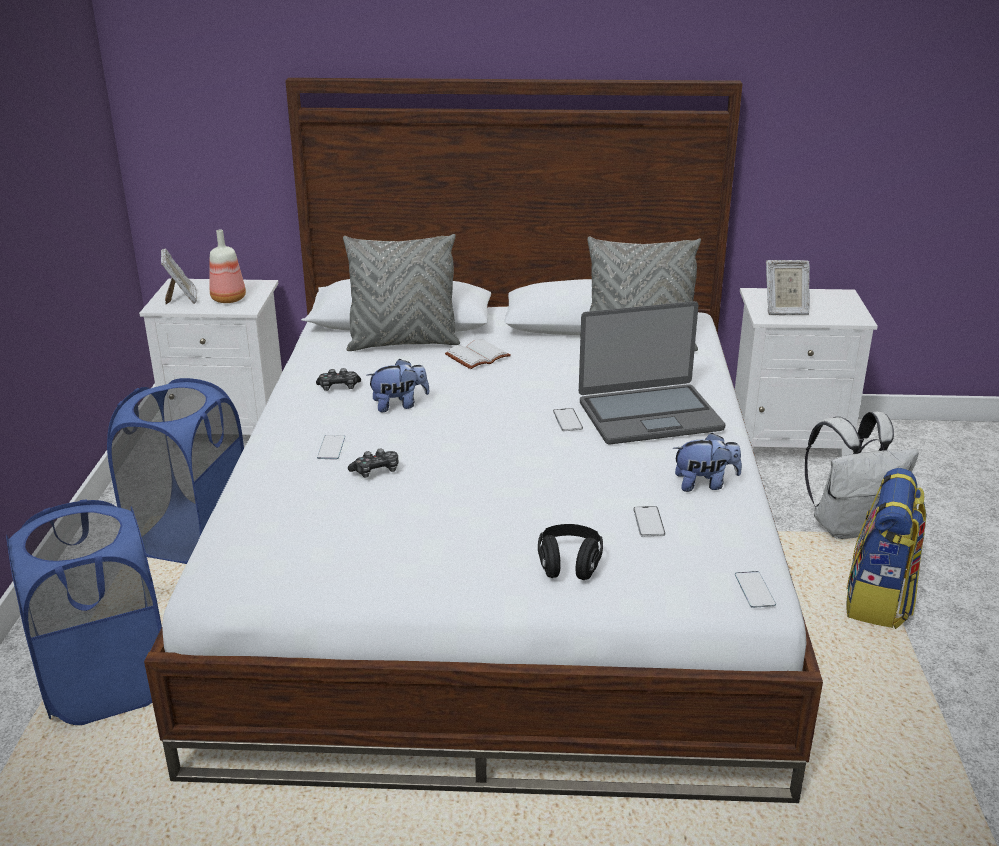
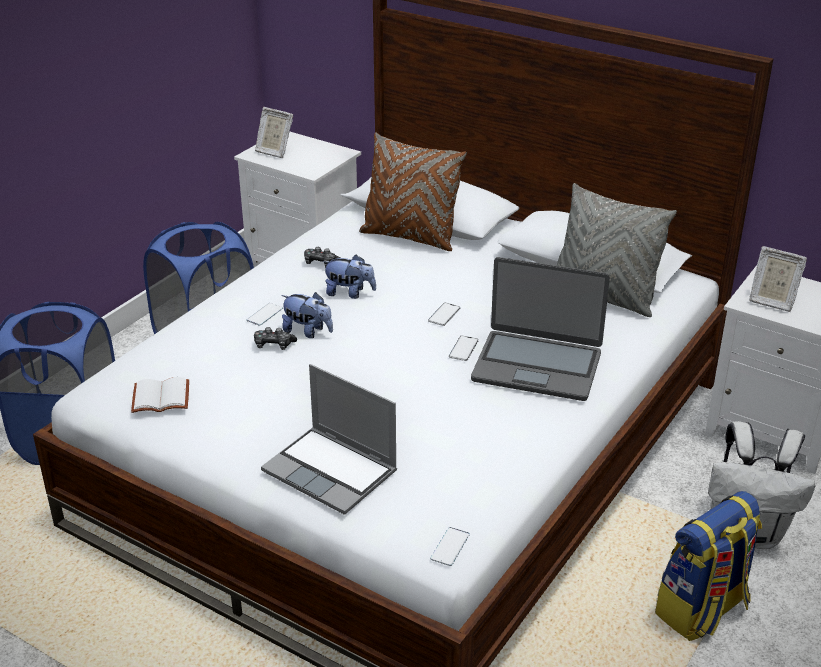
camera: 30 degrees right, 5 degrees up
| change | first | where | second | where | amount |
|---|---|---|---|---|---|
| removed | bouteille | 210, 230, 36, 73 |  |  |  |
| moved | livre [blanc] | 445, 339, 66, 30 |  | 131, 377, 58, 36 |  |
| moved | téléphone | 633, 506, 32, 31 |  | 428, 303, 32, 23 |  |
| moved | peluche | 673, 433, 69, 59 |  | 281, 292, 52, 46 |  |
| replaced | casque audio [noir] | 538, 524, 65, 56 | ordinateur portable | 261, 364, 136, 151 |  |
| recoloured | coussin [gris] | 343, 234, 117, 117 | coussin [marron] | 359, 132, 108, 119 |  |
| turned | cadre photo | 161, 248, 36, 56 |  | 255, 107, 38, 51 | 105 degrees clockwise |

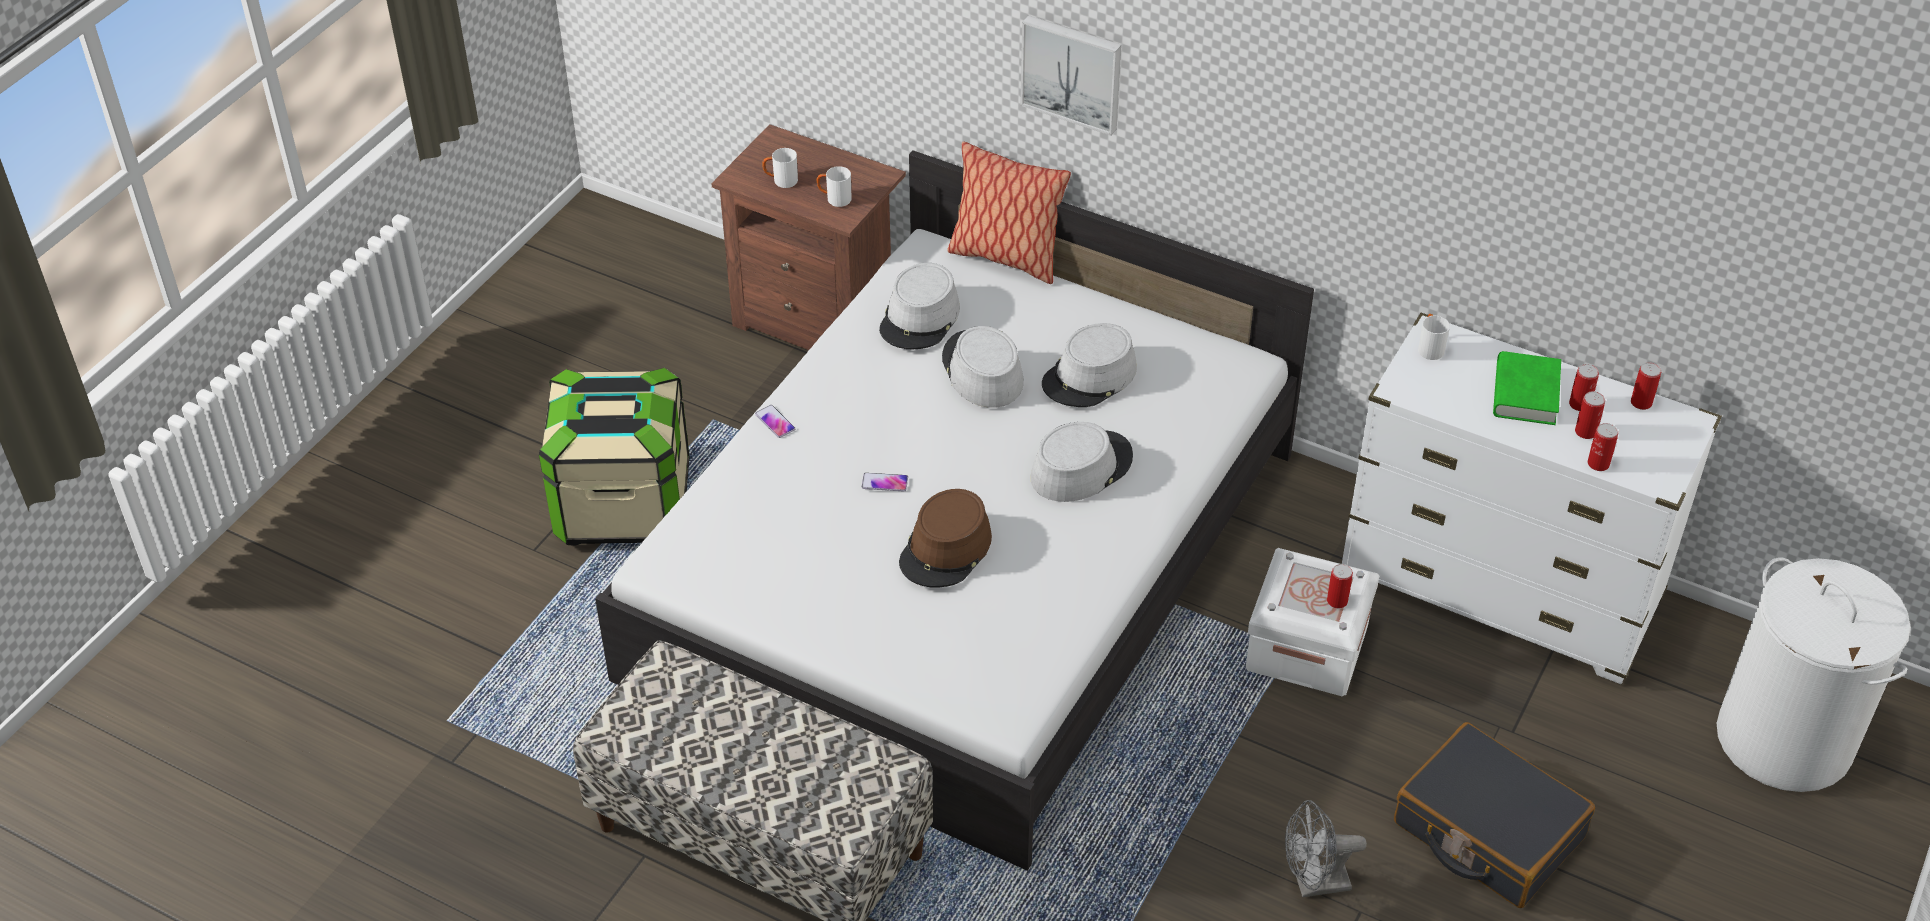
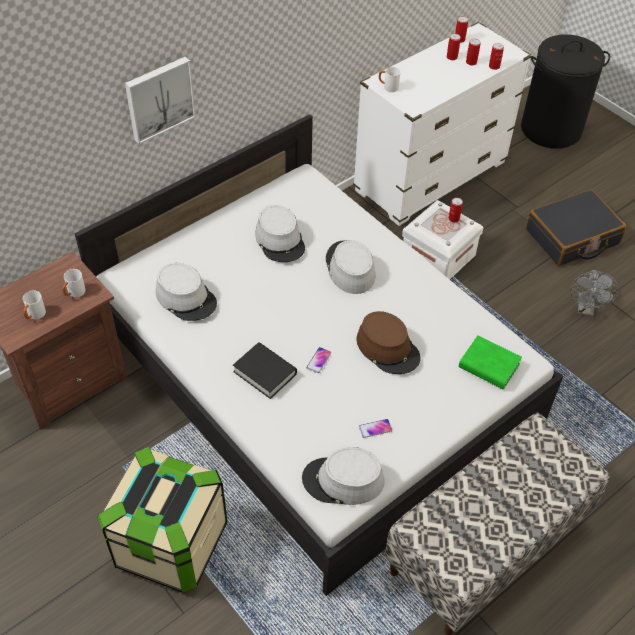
camera: 70 degrees left, 5 degrees up
| change | first | where | second | where | amount |
|---|---|---|---|---|---|
| removed | coussin | 947, 142, 124, 142 |  |  |  |
| added |  |  | livre [noir] | 233, 342, 64, 57 |  |
| moved | téléphone | 755, 405, 40, 33 |  | 359, 419, 33, 19 |  |
| moved | chapeau [gris] | 942, 326, 82, 82 |  | 302, 447, 83, 58 |  |
| moved | livre [vert] | 1493, 351, 68, 74 |  | 459, 335, 63, 54 |  |
| recoloured | panier à linge [blanc] | 1717, 557, 194, 235 | panier à linge [noir] | 521, 35, 89, 114 |  |

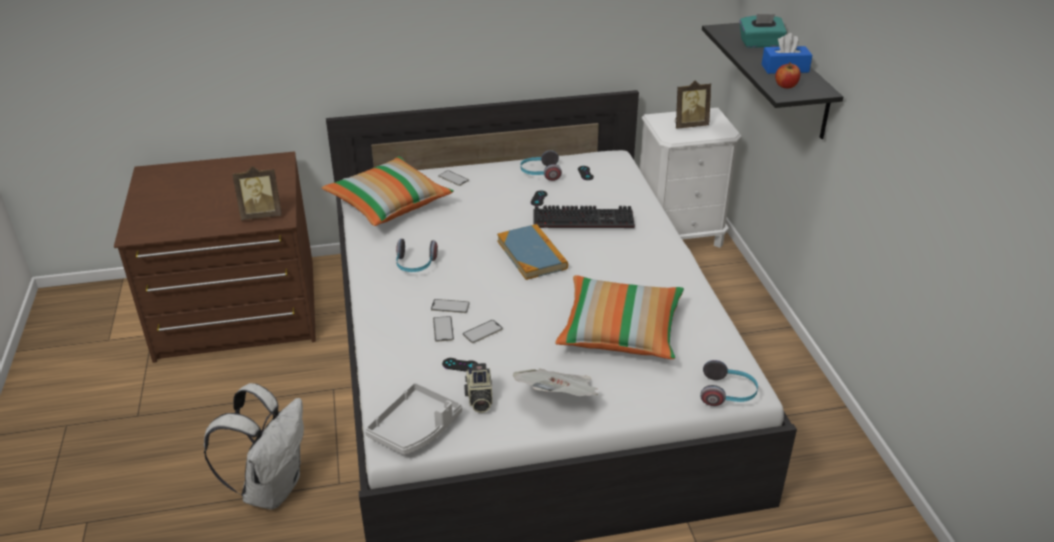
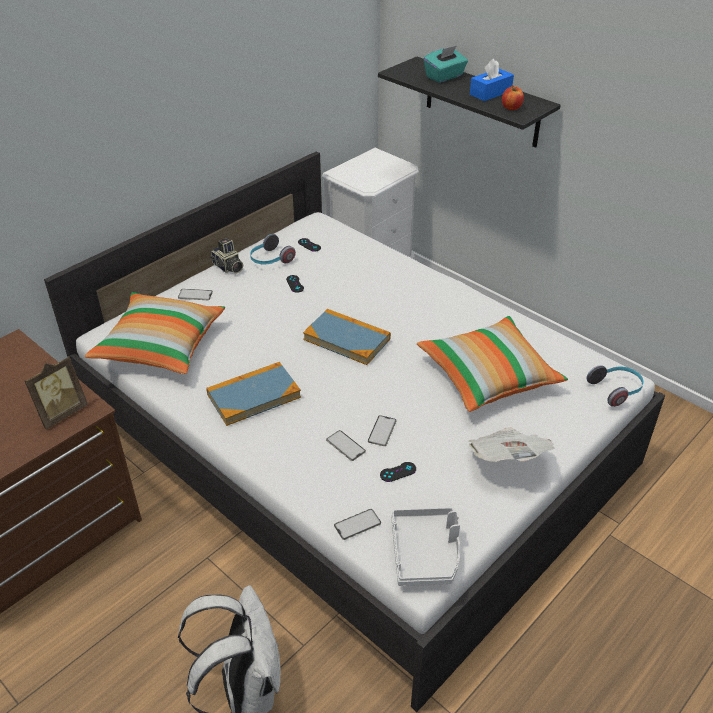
camera: 35 degrees left, 5 degrees up
| change | first | where | second | where | amount |
|---|---|---|---|---|---|
| removed | clavier | 533, 206, 102, 22 |  |  |  |
| removed | cadre photo | 675, 81, 36, 48 |  |  |  |
| moved | téléphone | 431, 299, 39, 14 |  | 334, 509, 47, 31 |  |
| moved | appareil photo | 464, 363, 28, 50 |  | 210, 238, 33, 35 |  |
| replaced | casque audio | 396, 239, 42, 33 | livre | 206, 362, 95, 64 |  |

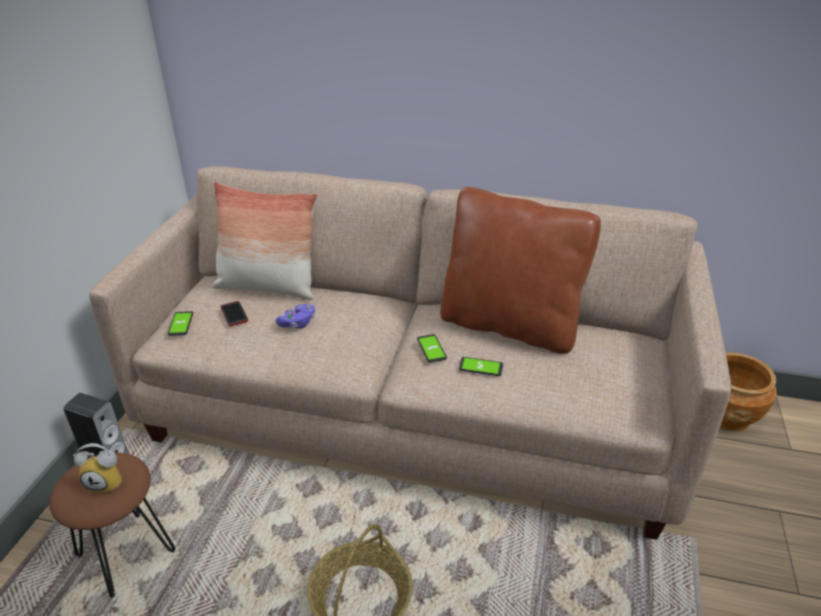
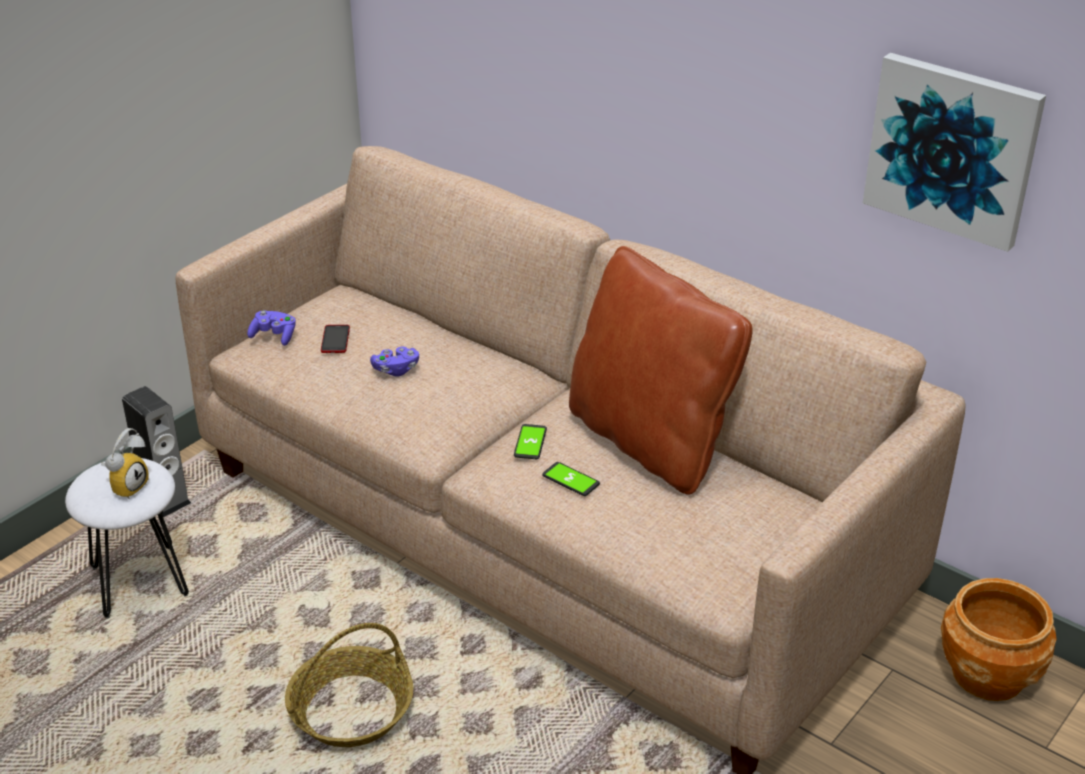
camera: 25 degrees right, 0 degrees up
| change | first | where | second | where | amount |
|---|---|---|---|---|---|
| removed | coussin | 213, 182, 104, 118 |  |  |  |
| added |  |  | tableau | 863, 53, 183, 199 |  |
| replaced | téléphone | 168, 311, 25, 25 | manette [violet] | 247, 311, 49, 35 |  |
| recoloured | tabouret [marron] | 50, 452, 126, 146 | tabouret [blanc] | 65, 458, 124, 161 |  |
| turned | réveil | 73, 443, 50, 50 |  | 101, 428, 48, 72 | 90 degrees counterclockwise |

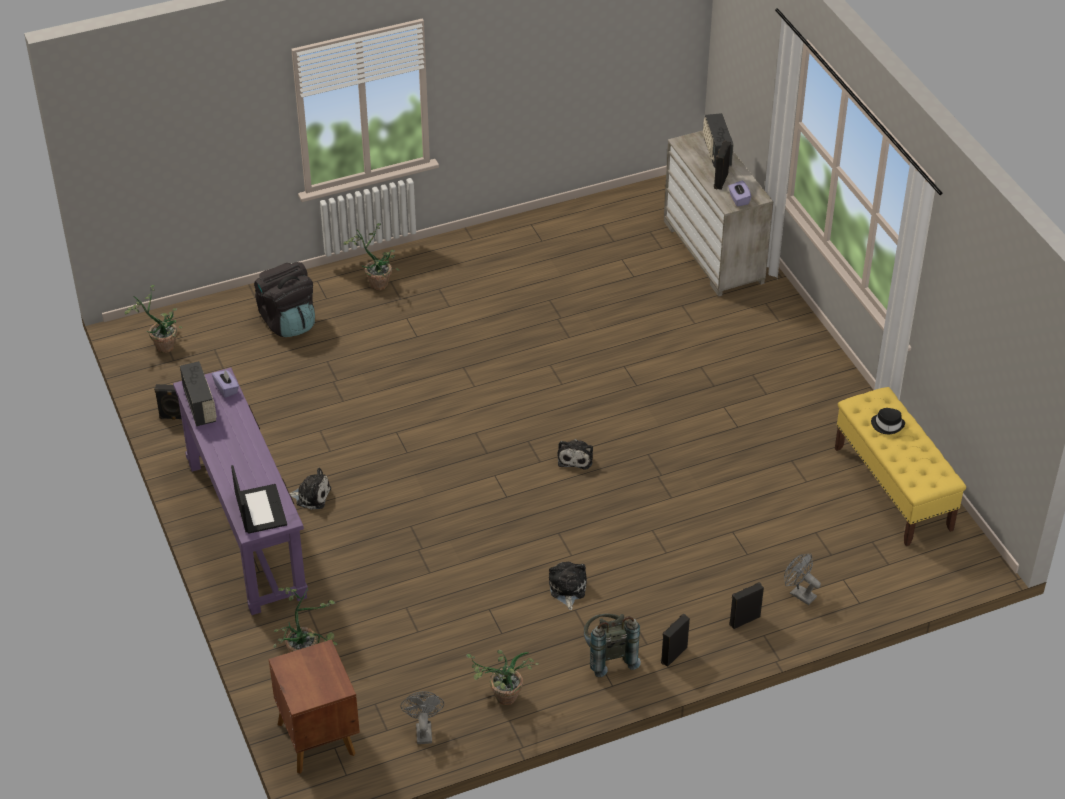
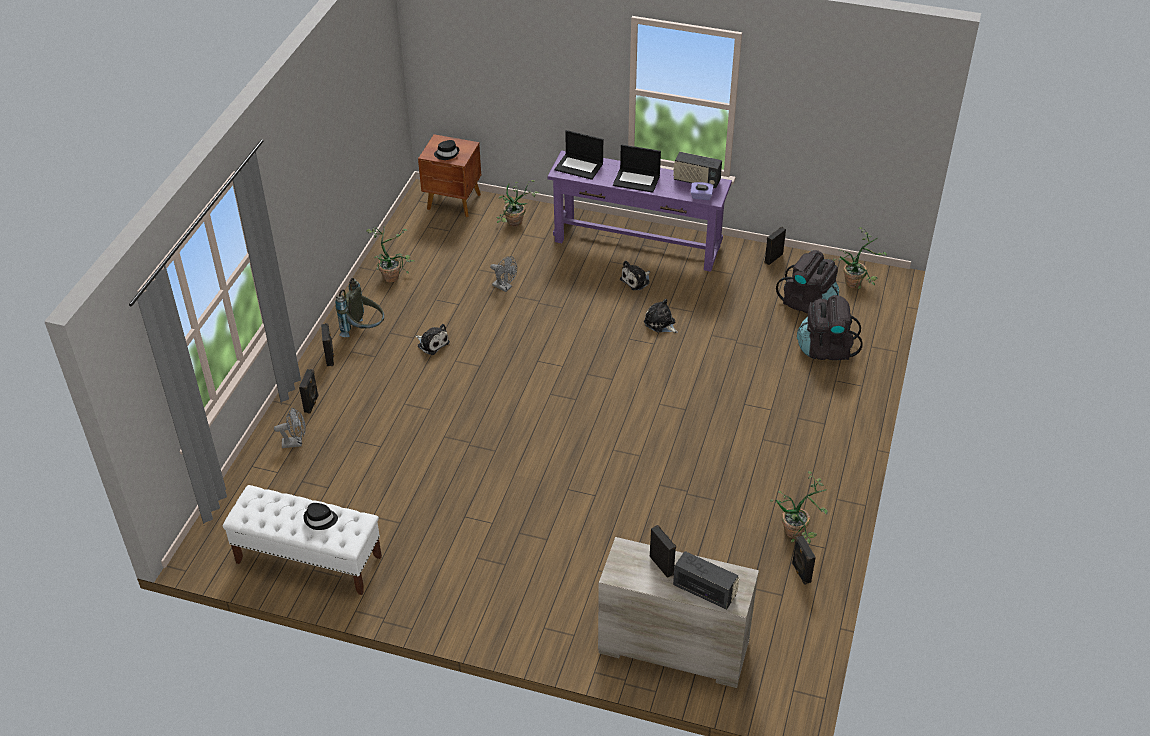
camera: 130 degrees right, 0 degrees up
| change | first | where | second | where | amount |
|---|---|---|---|---|---|
| removed | boîte à mouchoirs [violet] | 728, 180, 23, 26 |  |  |  |
| added |  |  | chapeau [noir] | 434, 140, 25, 20 |  |
| added |  |  | ordinateur portable | 613, 144, 48, 49 |  |
| added |  |  | sac à dos [noir] | 776, 250, 63, 64 |  |
| added |  |  | enceinte [noir] | 792, 536, 24, 49 |  |
| moved | plante en pot | 343, 223, 57, 67 |  | 770, 471, 58, 73 |  |
| moved | ventilateur [gris] | 400, 691, 44, 53 |  | 490, 256, 27, 36 |  |
| moved | peluche | 557, 439, 36, 31 |  | 644, 299, 34, 34 |  |
| recoloured | banc [jaune] | 835, 387, 131, 159 | banc [blanc] | 223, 485, 159, 110 |  |

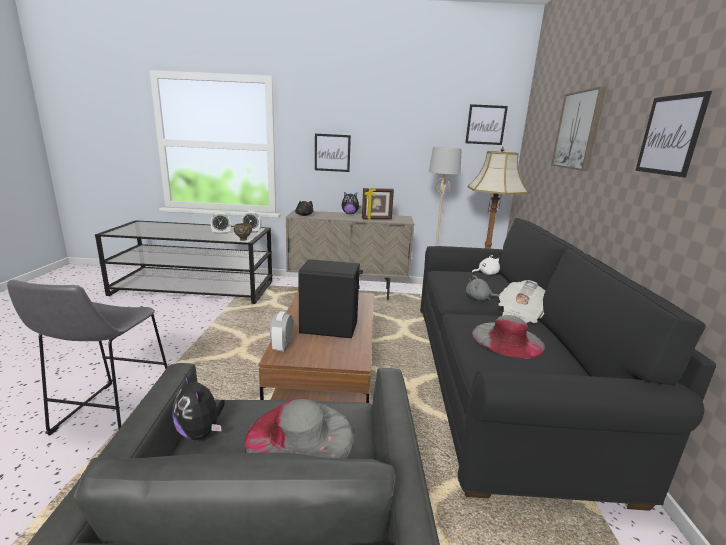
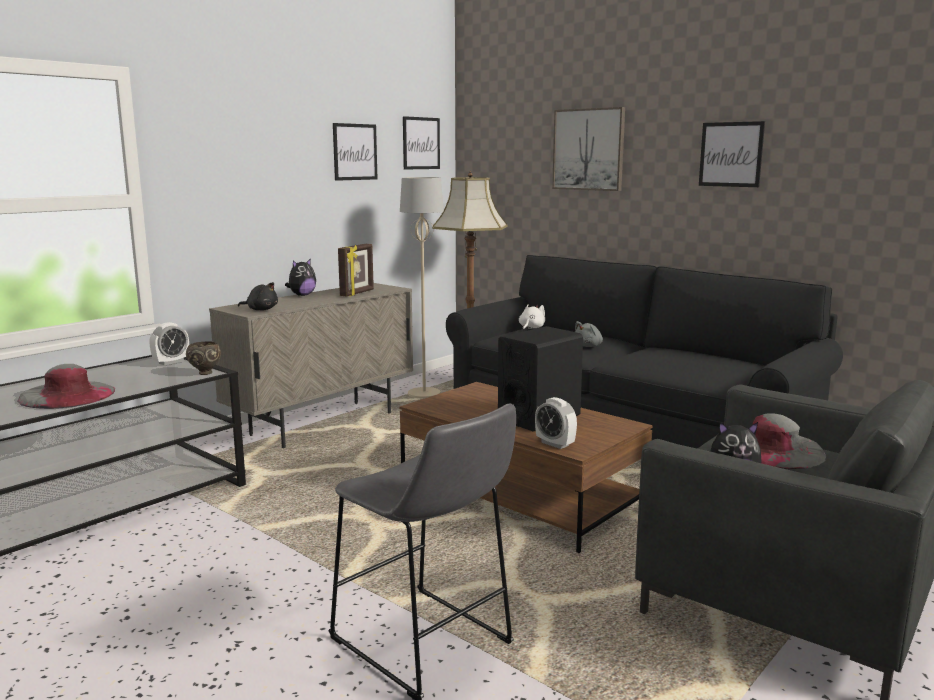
camera: 50 degrees left, 5 degrees down
| change | first | where | second | where | amount |
|---|---|---|---|---|---|
| removed | réveil | 210, 212, 21, 22 |  |  |  |
| removed | journal | 498, 280, 48, 43 |  |  |  |
| moved | tableau | 315, 134, 36, 38 |  | 333, 123, 44, 58 |  |
| moved | chapeau [gris] | 472, 315, 73, 44 |  | 17, 364, 98, 45 |  |

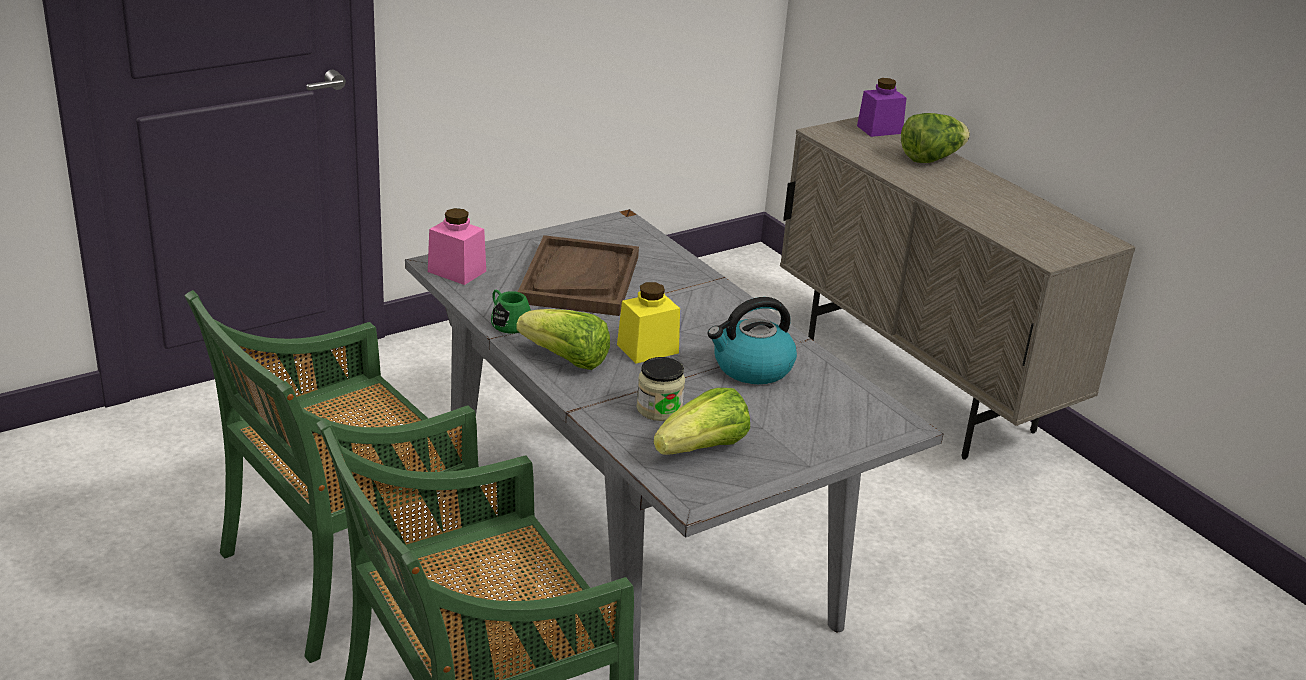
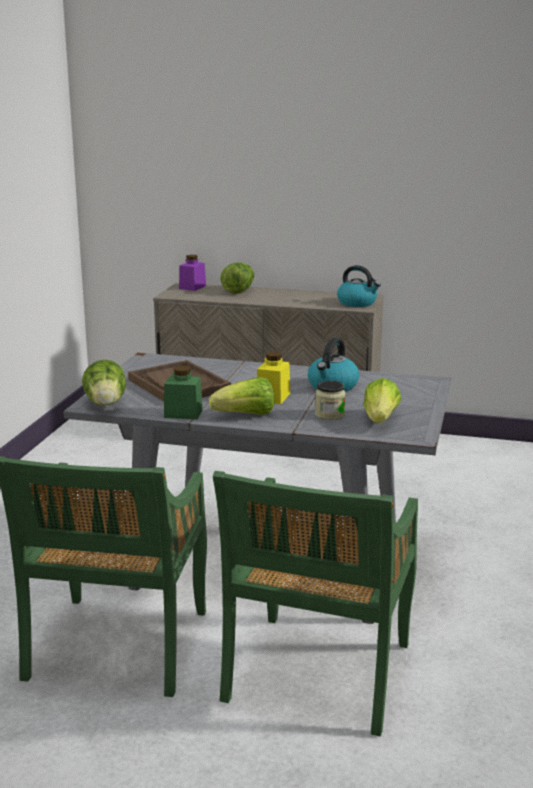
camera: 40 degrees left, 10 degrees down
| change | first | where | second | where | amount |
|---|---|---|---|---|---|
| added |  |  | bouilloire | 337, 265, 44, 42 |  |
| replaced | bocal [rose] | 428, 208, 58, 77 | laitue | 82, 359, 44, 47 |  |
| replaced | mug [vert] | 491, 290, 40, 44 | bocal [vert] | 164, 366, 39, 53 |  |

